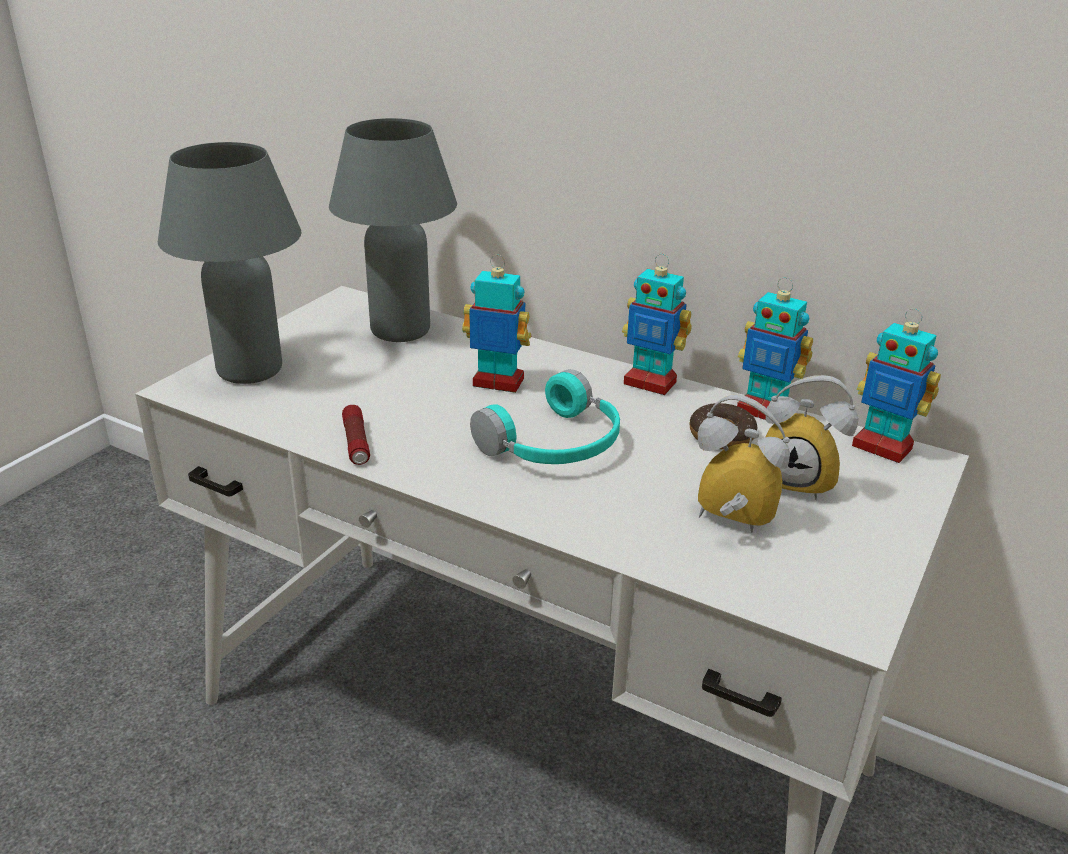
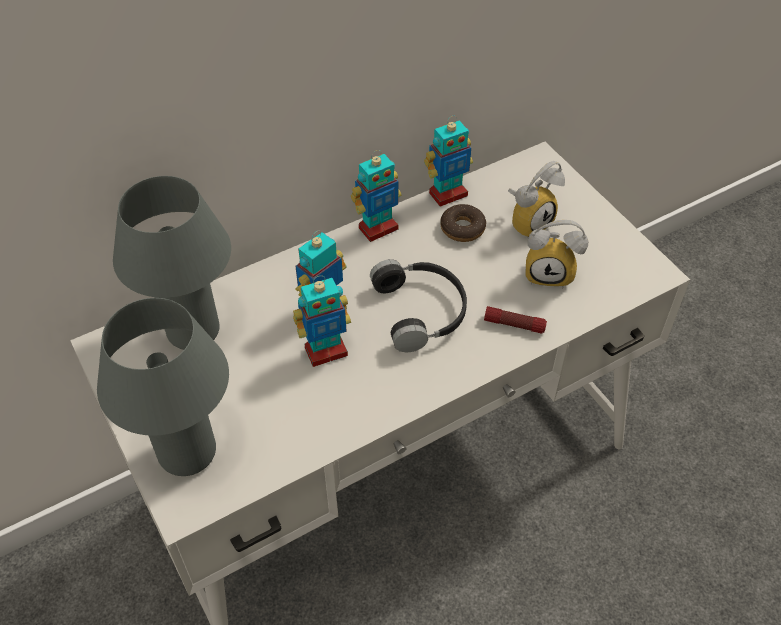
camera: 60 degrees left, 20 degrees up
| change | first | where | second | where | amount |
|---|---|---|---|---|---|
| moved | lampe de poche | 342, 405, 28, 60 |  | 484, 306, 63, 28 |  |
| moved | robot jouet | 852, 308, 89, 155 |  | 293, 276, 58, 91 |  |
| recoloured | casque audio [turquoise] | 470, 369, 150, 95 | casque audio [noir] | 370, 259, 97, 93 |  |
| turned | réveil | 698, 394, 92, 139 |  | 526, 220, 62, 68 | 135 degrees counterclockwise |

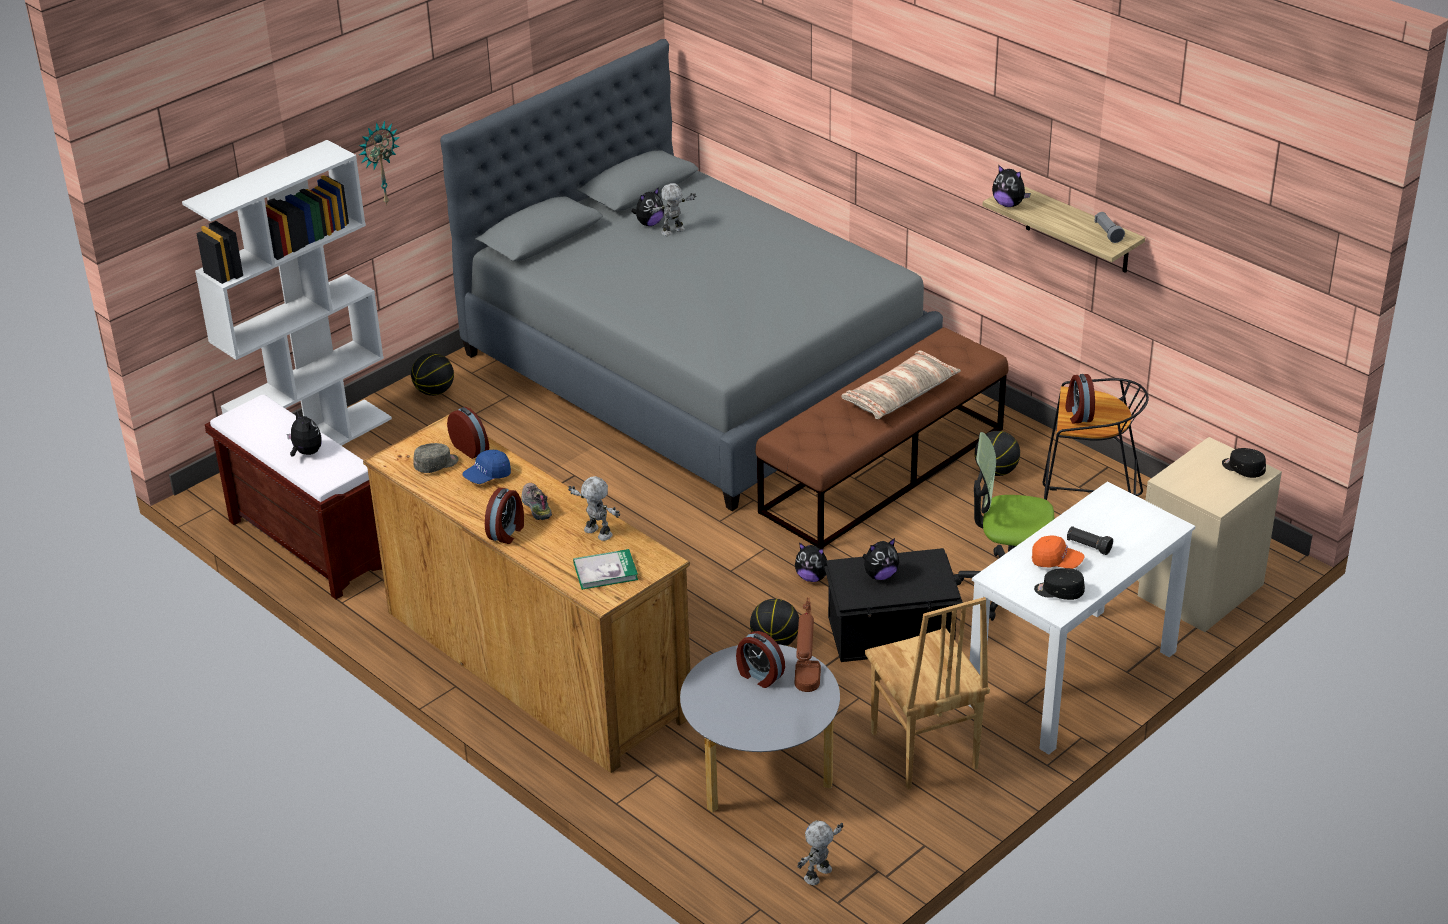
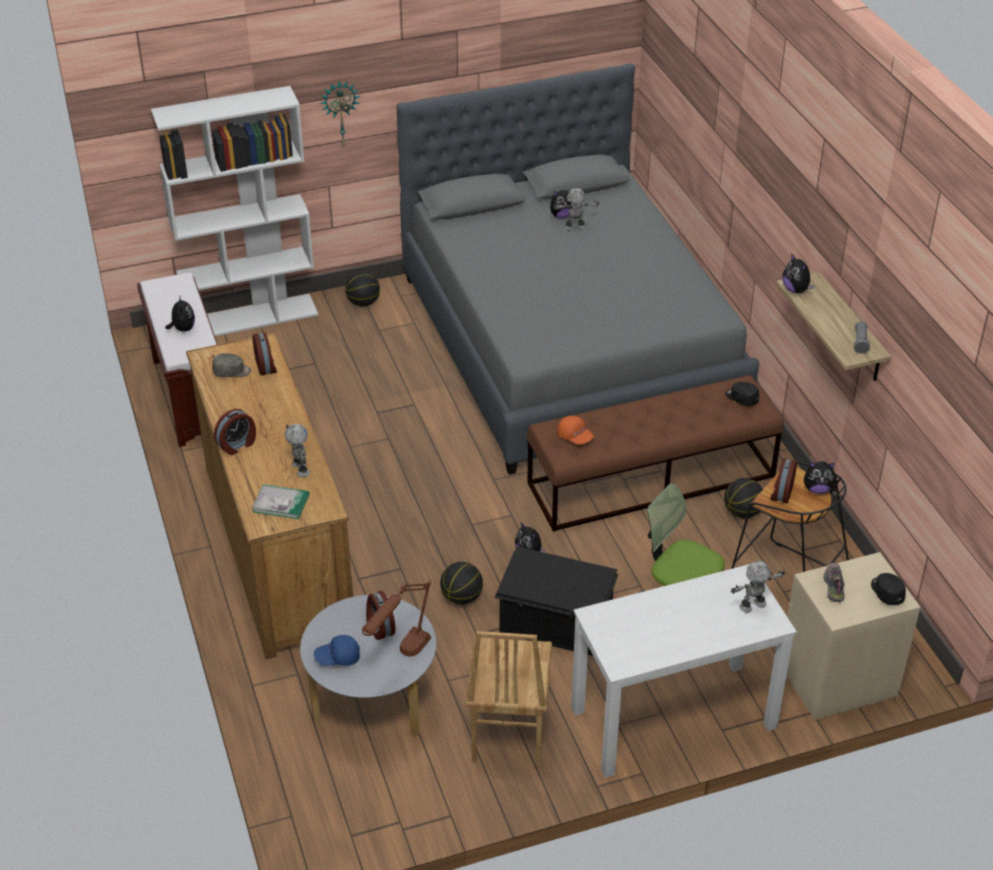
camera: 25 degrees right, 5 degrees up
| change | first | where | second | where | amount |
|---|---|---|---|---|---|
| removed | coussin | 841, 350, 120, 69 |  |  |  |
| removed | lampe de poche [noir] | 1067, 526, 46, 29 |  |  |  |
| moved | casquette [bleu] | 462, 450, 49, 34 |  | 314, 635, 46, 31 |  |
| moved | chaussure | 521, 483, 31, 37 |  | 823, 563, 22, 39 |  |
| moved | robot jouet | 797, 821, 46, 64 |  | 731, 560, 54, 53 |  |
| moved | peluche | 862, 538, 37, 42 |  | 804, 461, 32, 33 |  |
| moved | casquette [orange] | 1032, 535, 52, 34 |  | 557, 416, 37, 29 |  |
| moved | casquette [noir] | 1034, 568, 51, 32 |  | 726, 382, 33, 24 |  |

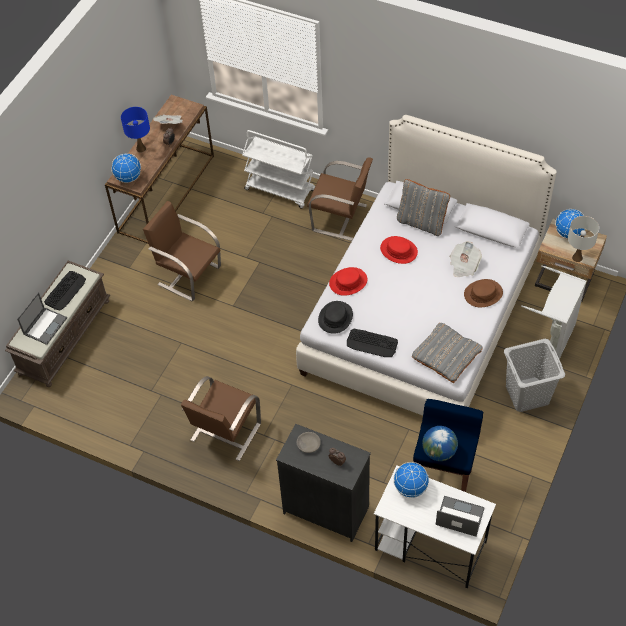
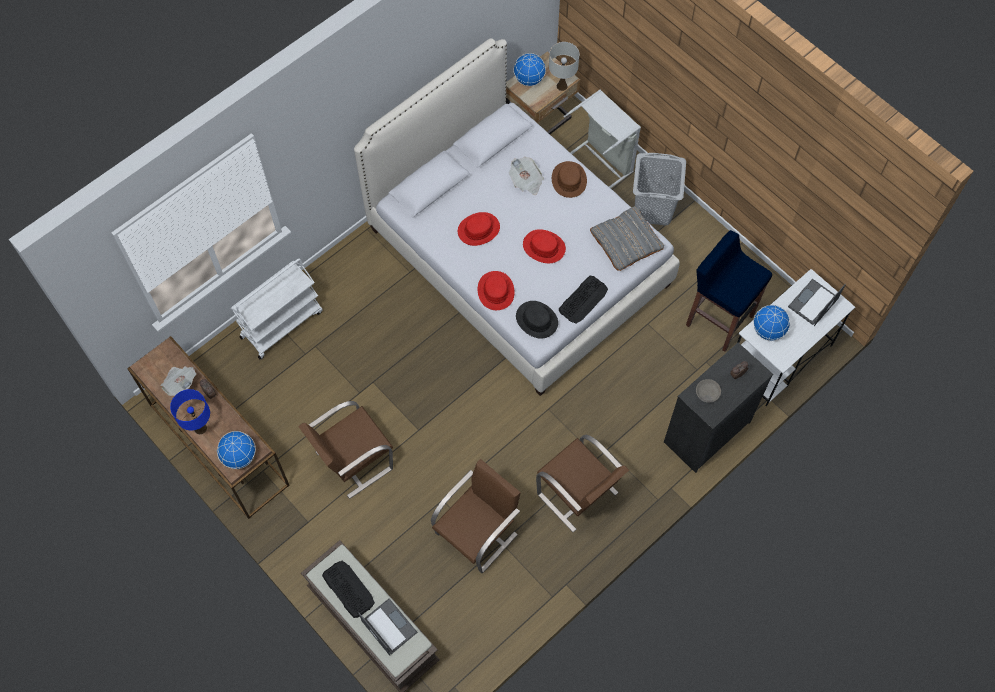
camera: 70 degrees left, 10 degrees up
| change | first | where | second | where | amount |
|---|---|---|---|---|---|
| removed | coussin [gris] | 397, 179, 53, 57 |  |  |  |
| removed | globe | 422, 426, 36, 35 |  |  |  |
| added |  |  | chapeau [rouge] | 523, 229, 43, 34 |  |
| moved | chaise [marron] | 307, 157, 66, 84 |  | 431, 459, 90, 114 |  |

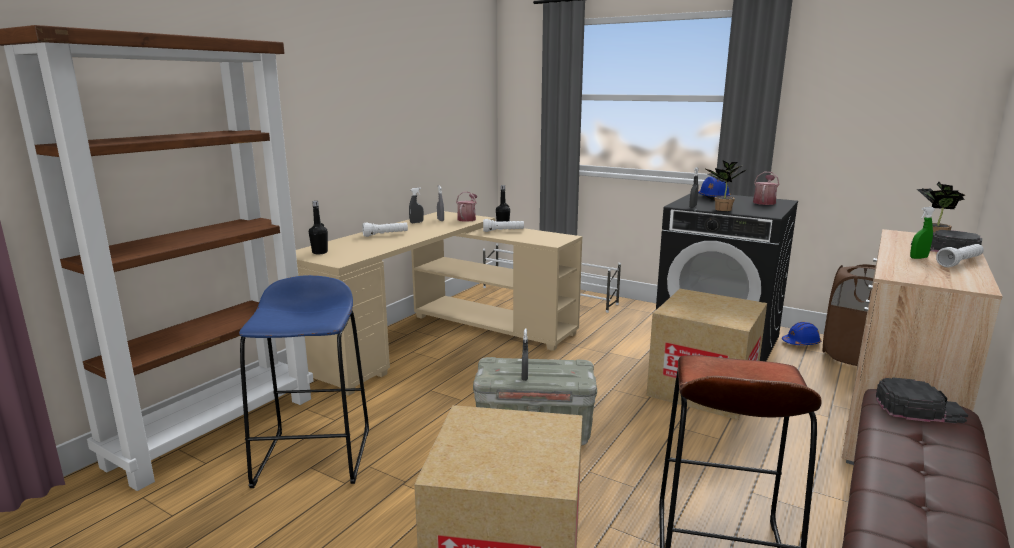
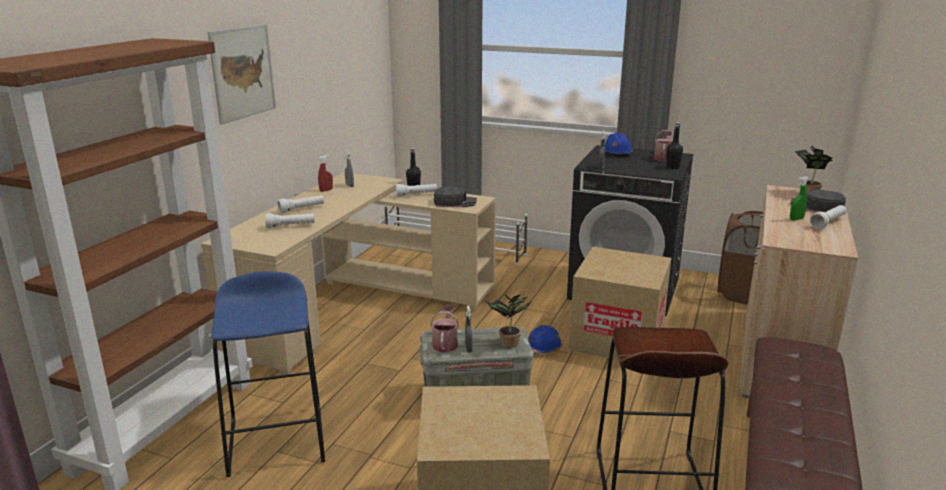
camera: 10 degrees left, 5 degrees up
| change | first | where | second | where | amount |
|---|---|---|---|---|---|
| added |  |  | tableau | 207, 24, 69, 101 |  |
| added |  |  | lampe de poche [blanc] | 265, 213, 50, 16 |  |
| moved | bouteille [noir] | 309, 201, 19, 53 |  | 666, 122, 17, 47 |  |
| moved | arrosoir | 456, 192, 21, 30 |  | 430, 305, 29, 47 |  |
| moved | plante en pot | 704, 161, 42, 50 |  | 485, 294, 46, 54 |  |
| moved | casque de chantier [bleu] | 782, 322, 40, 23 |  | 528, 325, 35, 29 |  |
| moved | casquette [noir] | 876, 377, 92, 47 |  | 434, 187, 43, 20 |  |
| recoloured | vaporisateur [gris] | 409, 187, 15, 36 | vaporisateur [rouge] | 318, 155, 15, 37 |  |

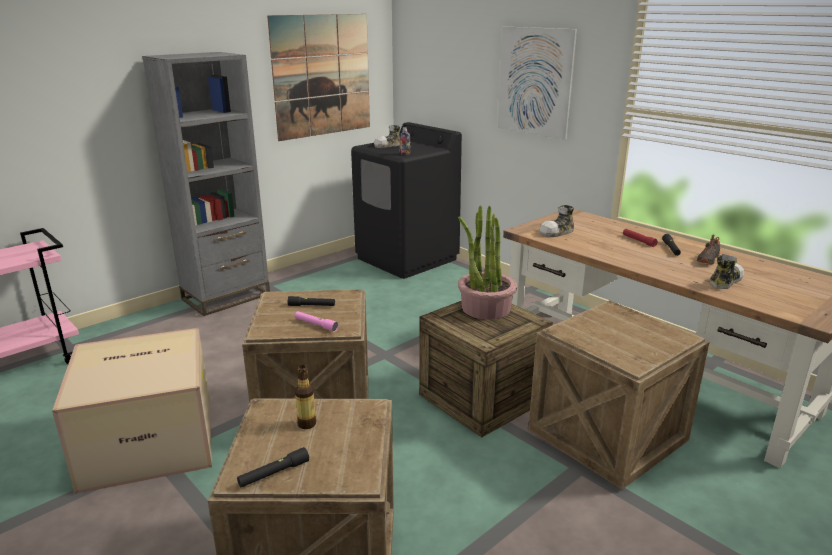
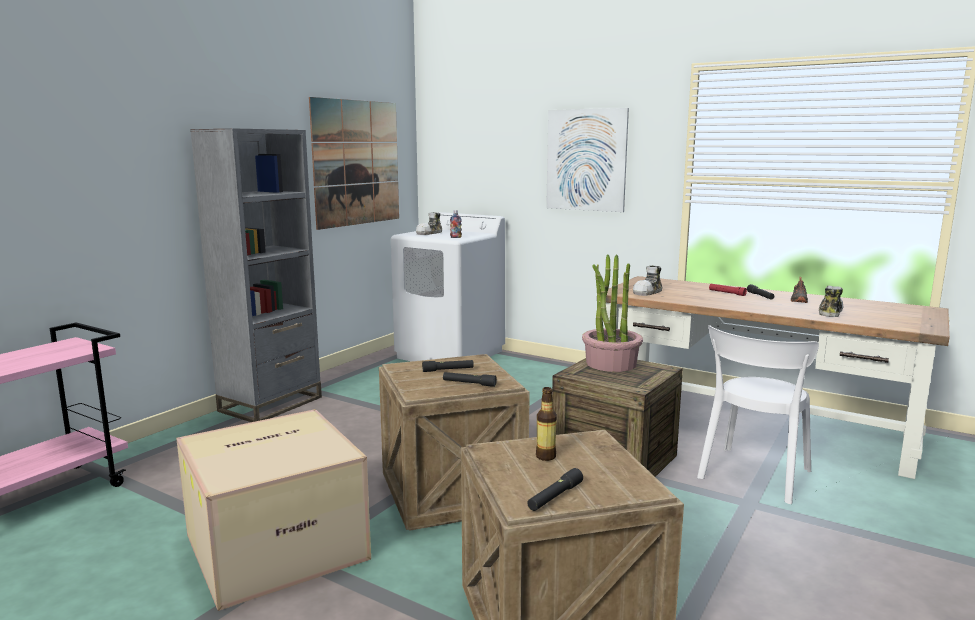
camera: 15 degrees left, 10 degrees down
| change | first | where | second | where | amount |
|---|---|---|---|---|---|
| replaced | caisse | 528, 300, 182, 189 | chaise [blanc] | 697, 325, 122, 179 |  |
| recoloured | lampe de poche [rose] | 295, 311, 44, 21 | lampe de poche [noir] | 443, 372, 54, 15 |  |
| recoloured | lave-linge [noir] | 351, 122, 111, 157 | lave-linge [blanc] | 391, 212, 114, 149 |  |

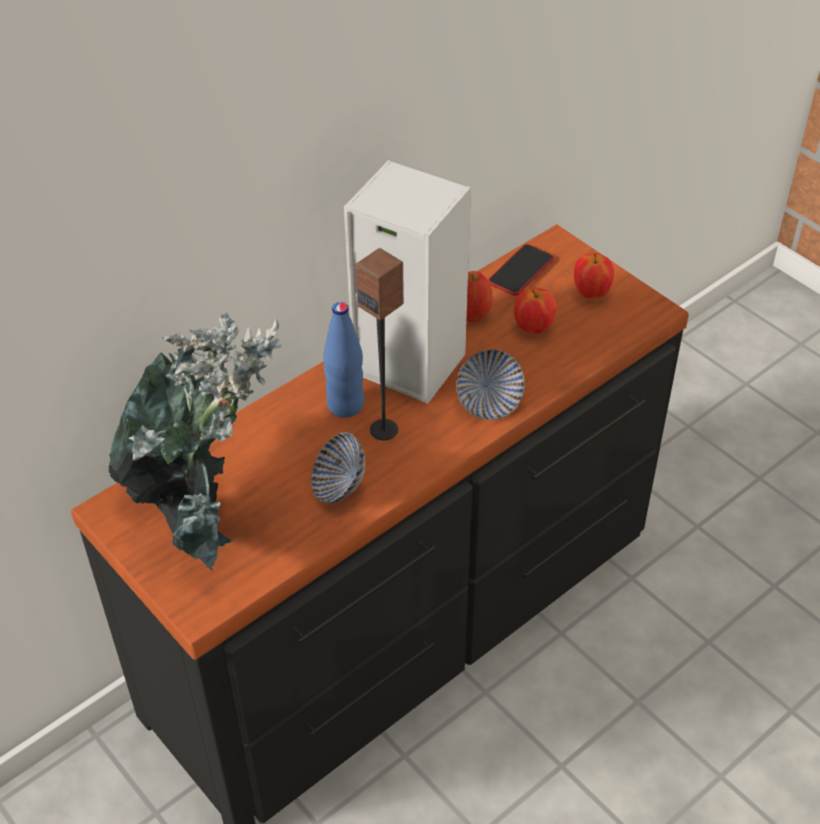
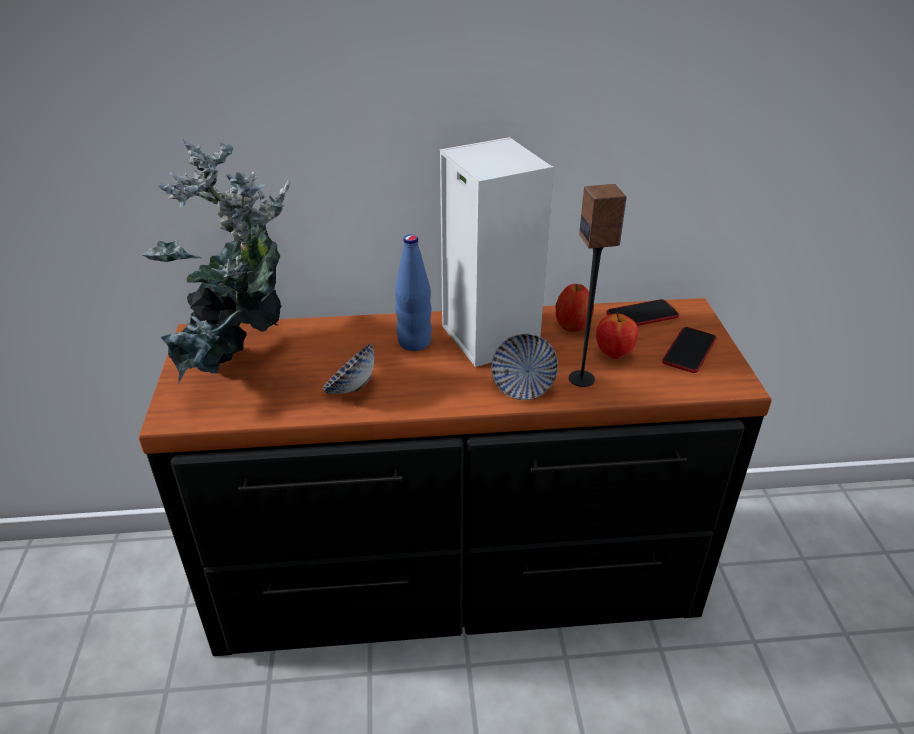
camera: 35 degrees right, 10 degrees down
| change | first | where | second | where | amount |
|---|---|---|---|---|---|
| moved | enceinte | 356, 248, 48, 192 |  | 569, 184, 58, 203 |  |
| replaced | pomme | 574, 253, 40, 45 | téléphone | 662, 327, 54, 46 |  |

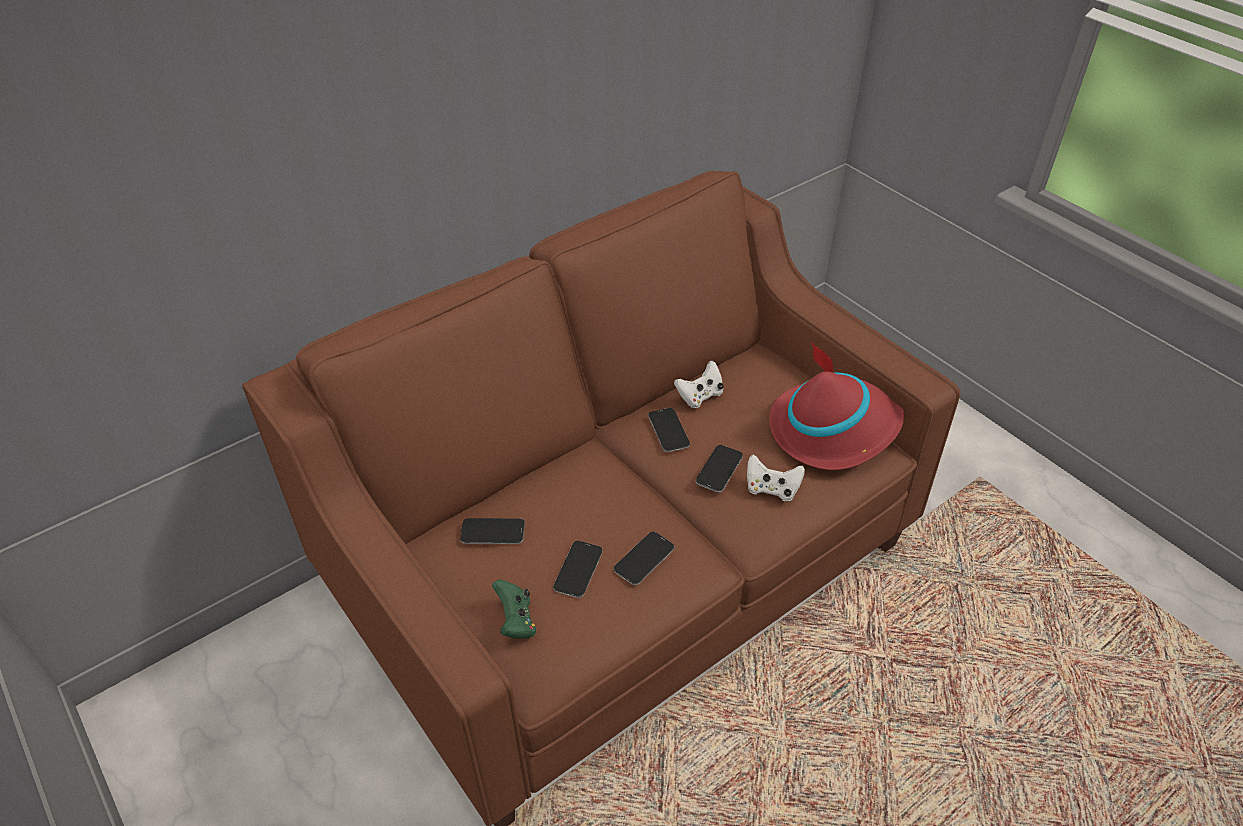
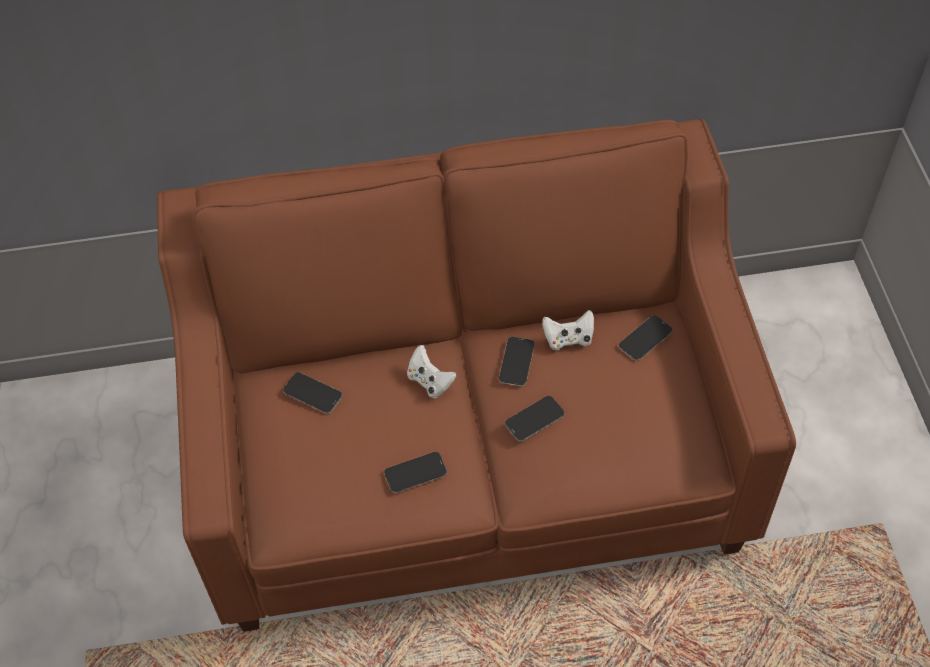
camera: 30 degrees right, 10 degrees up
| change | first | where | second | where | amount |
|---|---|---|---|---|---|
| removed | manette [vert] | 492, 579, 44, 60 |  |  |  |
| removed | chapeau [rouge] | 769, 342, 135, 128 |  |  |  |
| moved | téléphone | 553, 541, 50, 57 |  | 619, 315, 54, 46 |  |
| moved | manette [blanc] | 747, 455, 58, 46 |  | 407, 345, 49, 53 |  |

